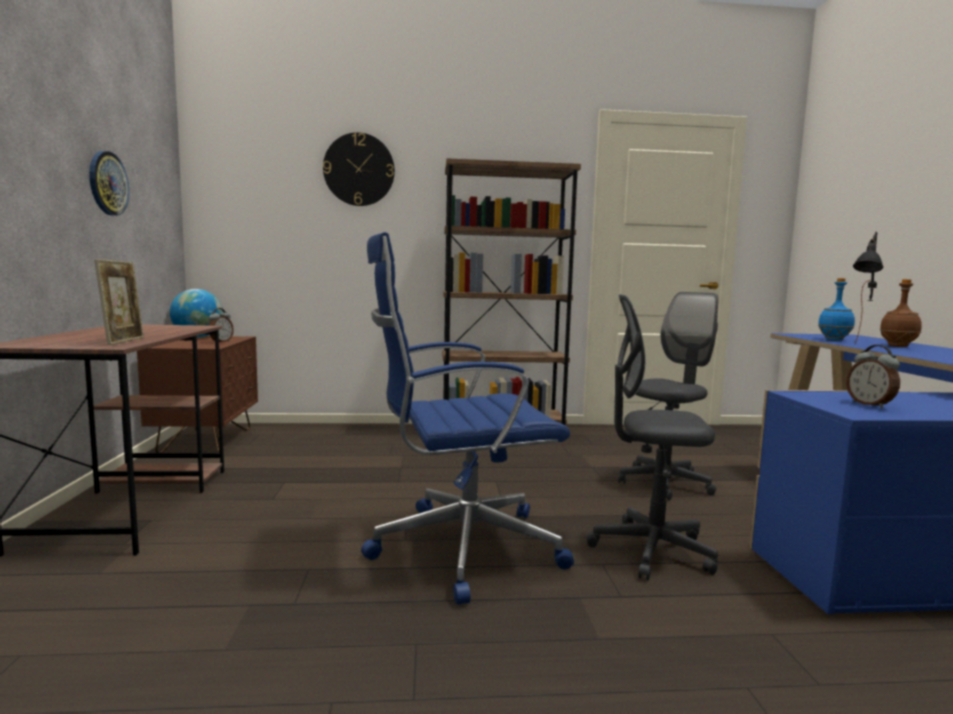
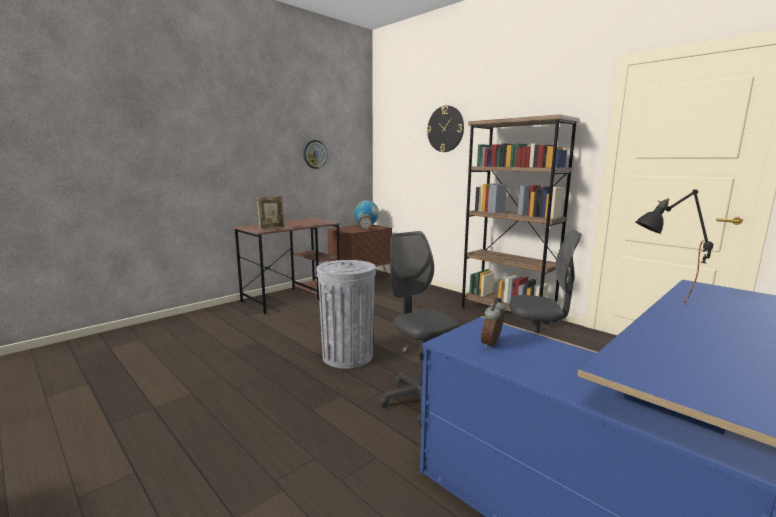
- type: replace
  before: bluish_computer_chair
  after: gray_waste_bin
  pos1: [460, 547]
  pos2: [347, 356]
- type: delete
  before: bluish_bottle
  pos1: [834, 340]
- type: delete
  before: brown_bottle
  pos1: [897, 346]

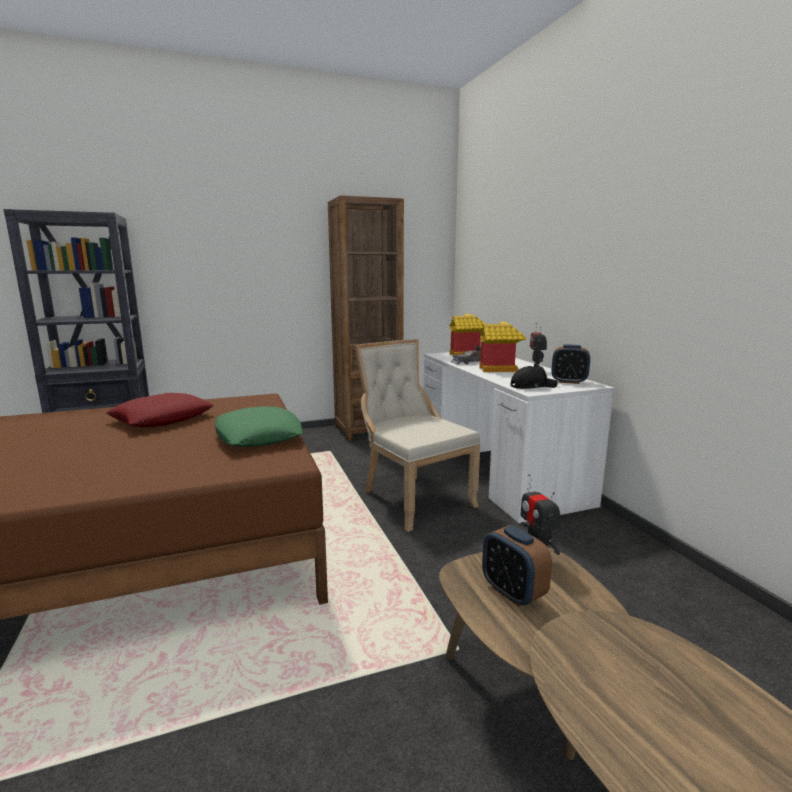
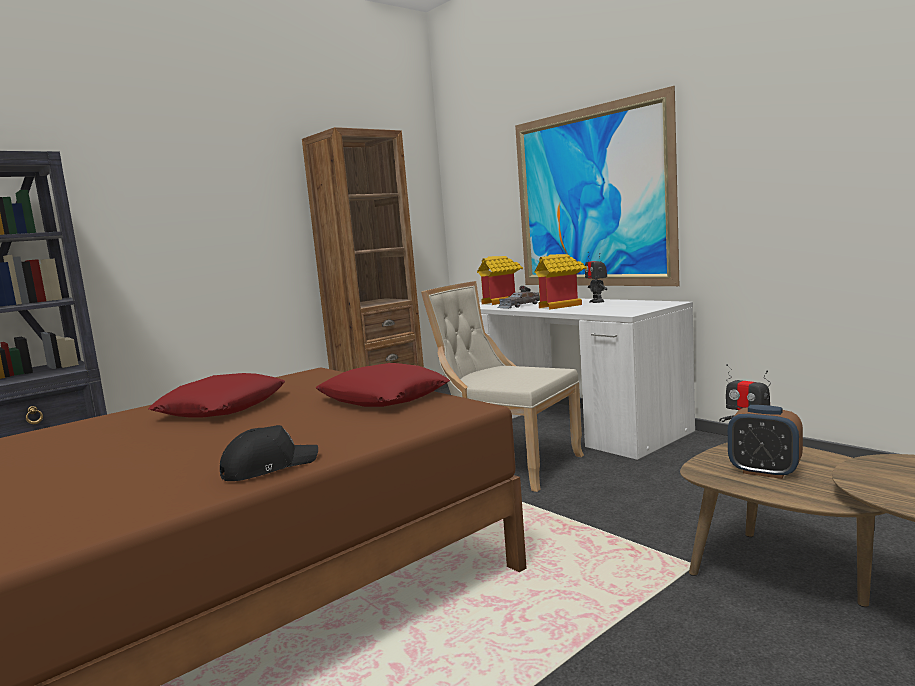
- type: delete
  before: alarm_clock
  pos1: [569, 381]
- type: move
  before: black-coloured_cap
  pos1: [532, 386]
  pos2: [268, 467]
- type: recolor
  before: green_cushion
  after: reddish_cushion
  pos1: [258, 436]
  pos2: [383, 397]
- type: insert
  after: wall_picture
  pos2: [590, 198]

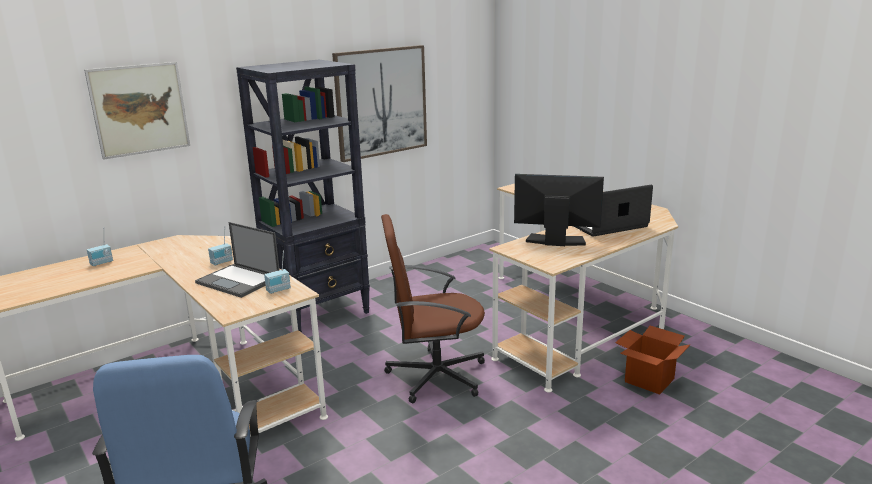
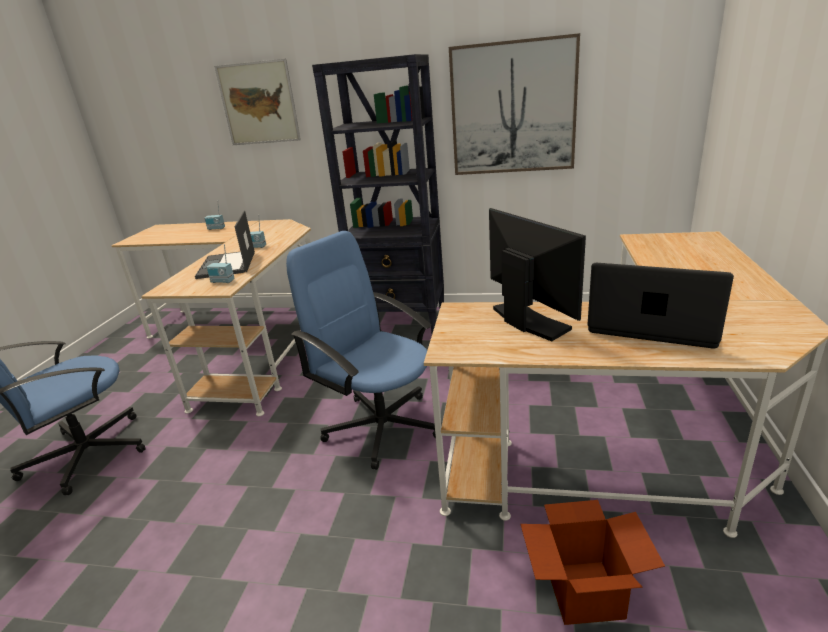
- type: recolor
  before: brown_computer_chair
  after: bluish_computer_chair
  pos1: [435, 375]
  pos2: [381, 426]

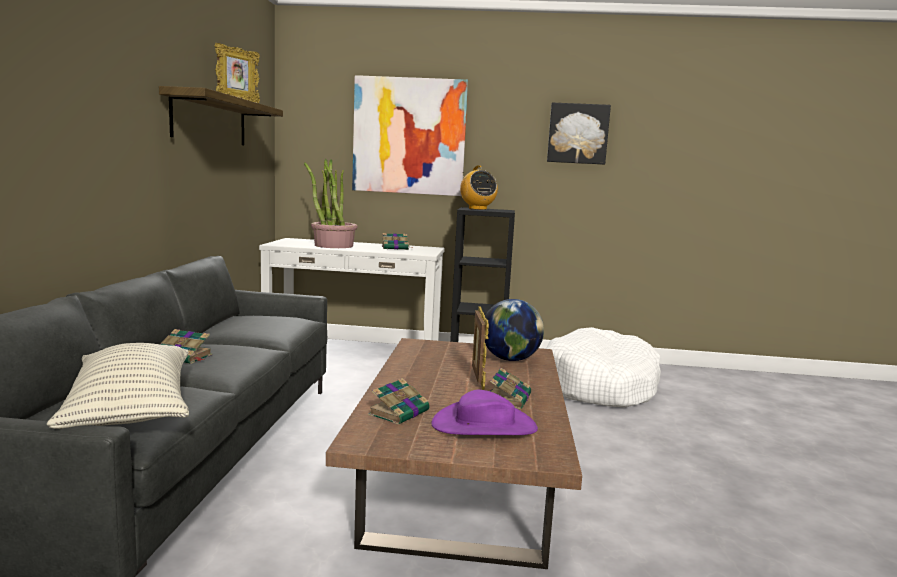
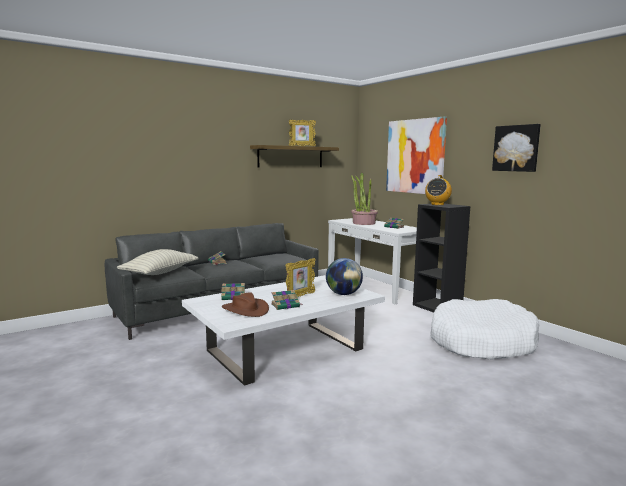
- type: recolor
  before: brown_lounge_table
  after: white_lounge_table
  pos1: [459, 482]
  pos2: [285, 349]
- type: recolor
  before: purple-coloured_hat
  after: brown_hat
  pos1: [484, 426]
  pos2: [245, 309]

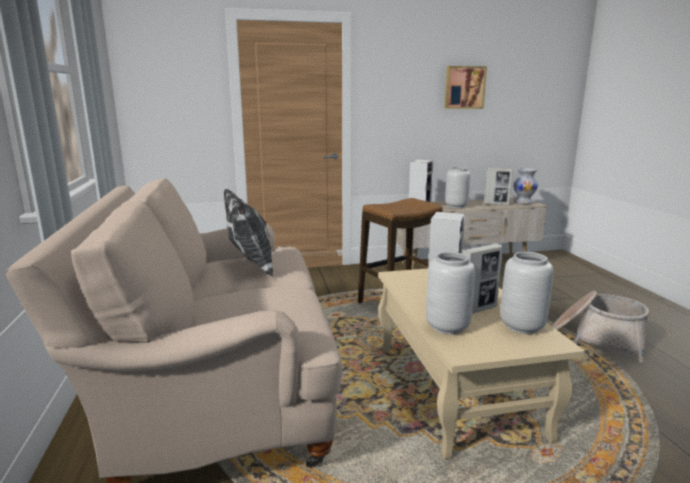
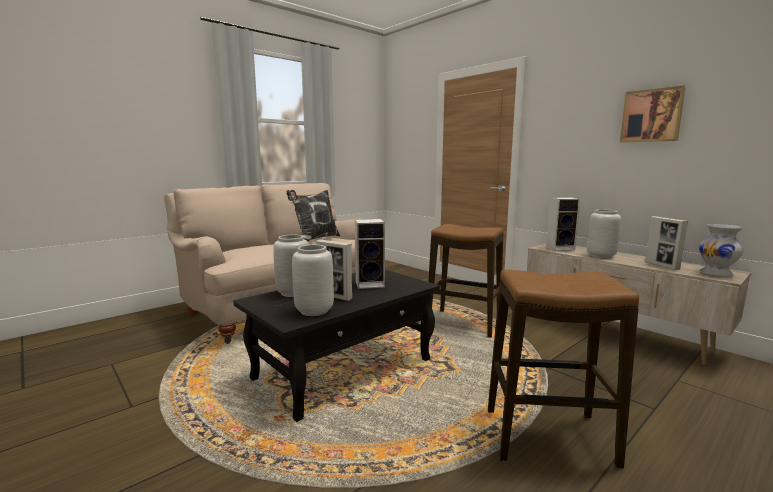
- type: recolor
  before: beige-coloured_lounge_table
  after: black-coloured_lounge_table
  pos1: [455, 389]
  pos2: [345, 369]
- type: replace
  before: storage_basket
  after: stool_seat
  pos1: [598, 338]
  pos2: [548, 437]

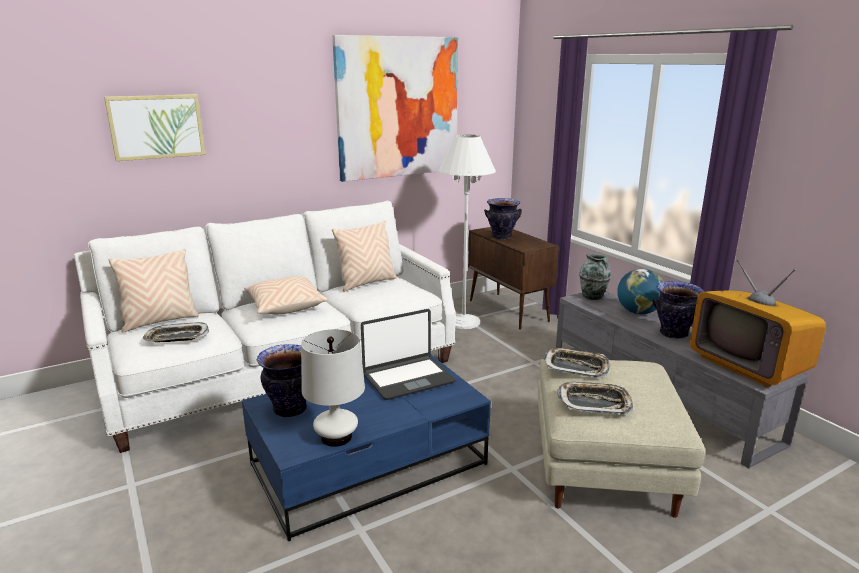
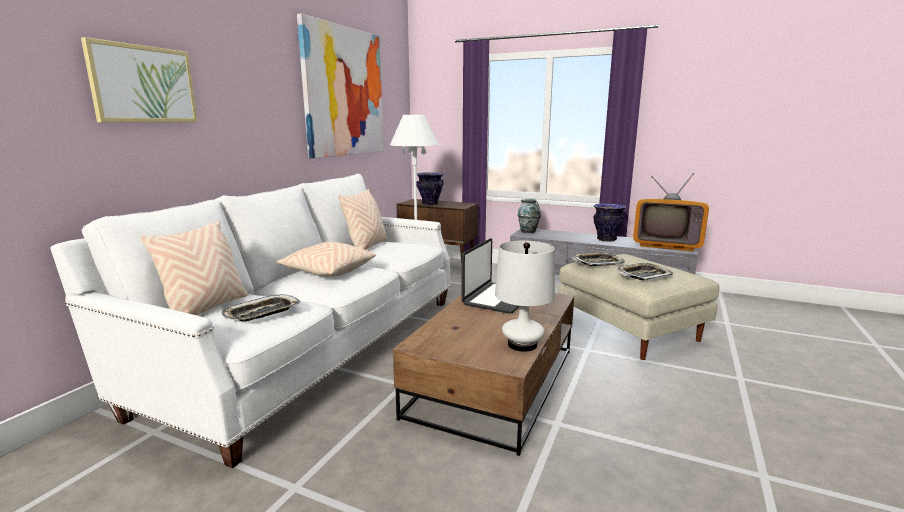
- type: delete
  before: world_globe
  pos1: [638, 312]
- type: delete
  before: flower_vase
  pos1: [290, 409]
- type: recolor
  before: bluish_lounge_table
  after: brown_lounge_table
  pos1: [370, 463]
  pos2: [493, 381]

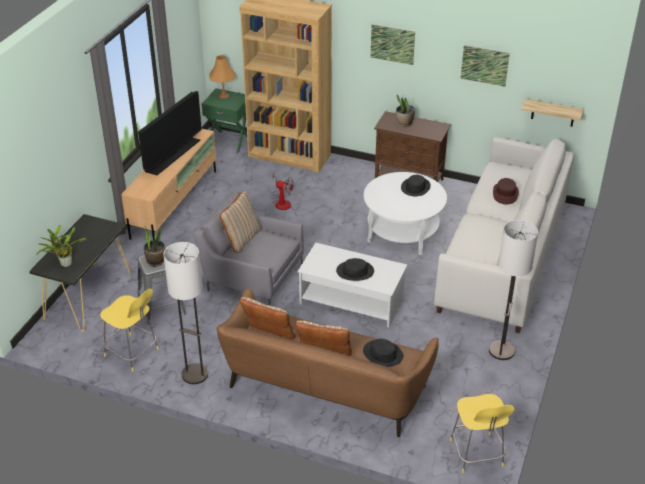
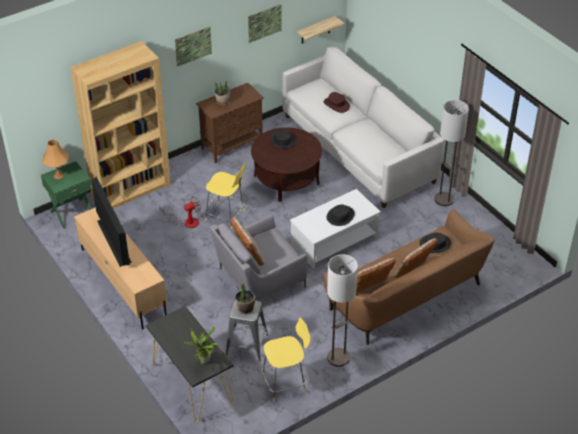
- type: recolor
  before: white_lounge_table
  after: brown_lounge_table
  pos1: [402, 232]
  pos2: [286, 179]
- type: move
  before: yellowish_stool_seat
  pos1: [477, 454]
  pos2: [226, 216]

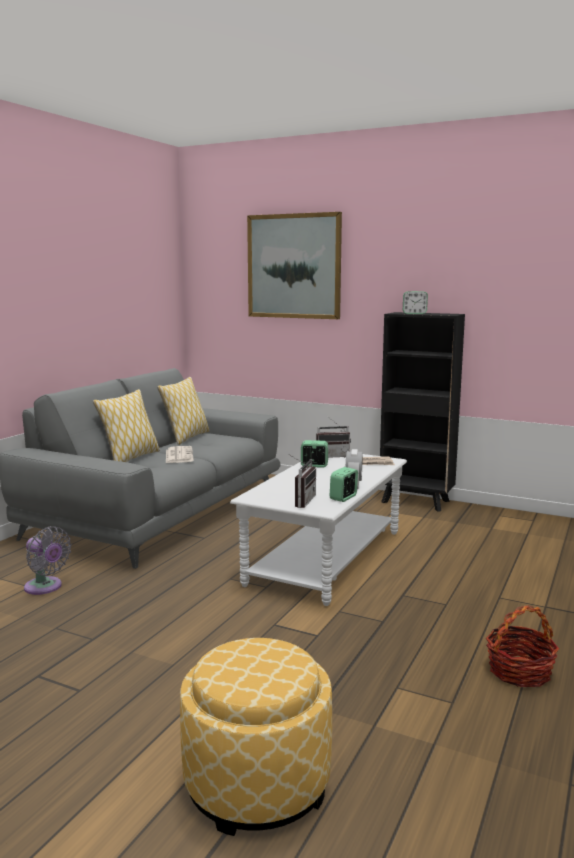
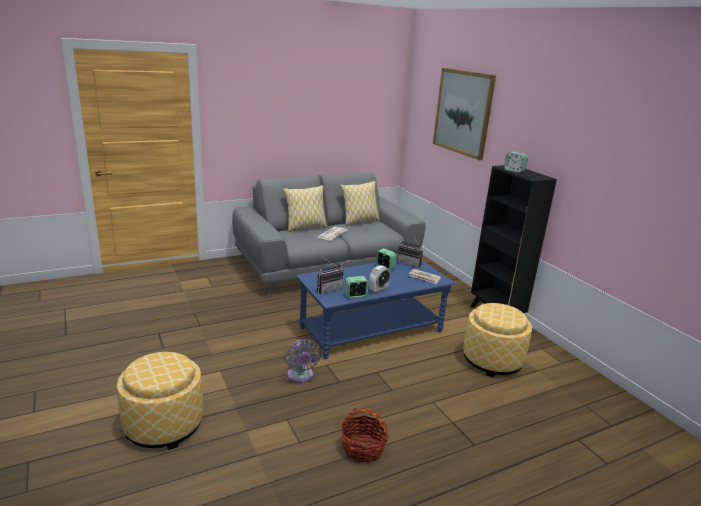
- type: recolor
  before: white_lounge_table
  after: bluish_lounge_table
  pos1: [326, 557]
  pos2: [372, 330]
- type: move
  before: gray_fan
  pos1: [45, 587]
  pos2: [300, 376]
- type: insert
  after: footrest
  pos2: [492, 360]

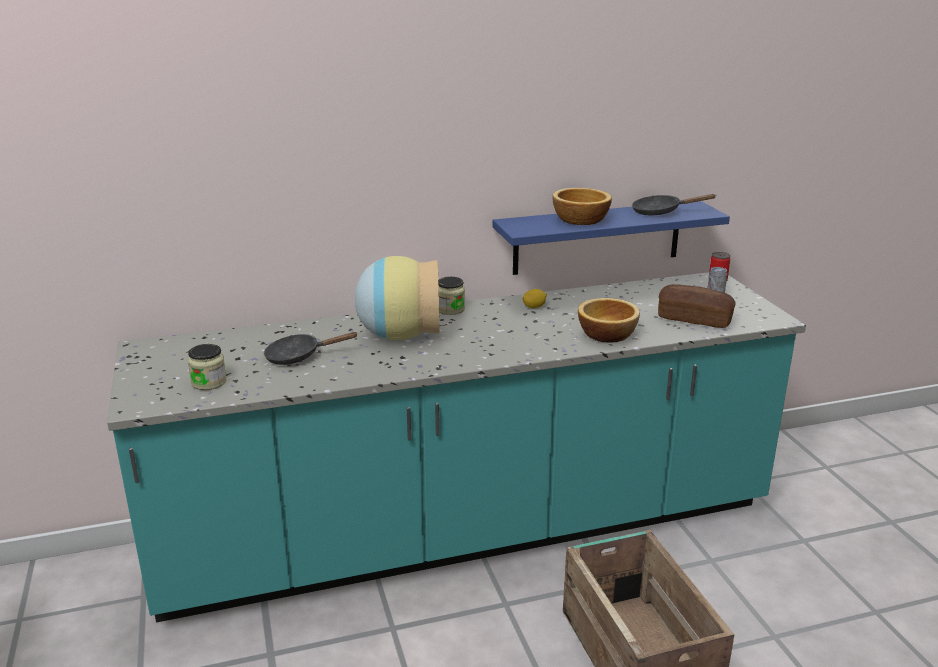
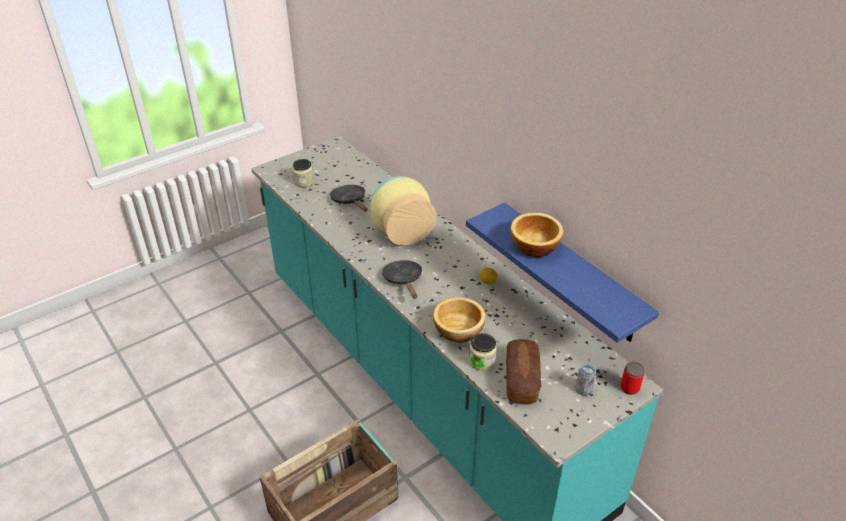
- type: move
  before: black-coloured_skillet
  pos1: [661, 212]
  pos2: [403, 280]
- type: move
  before: storage_jar
  pos1: [450, 309]
  pos2: [482, 361]

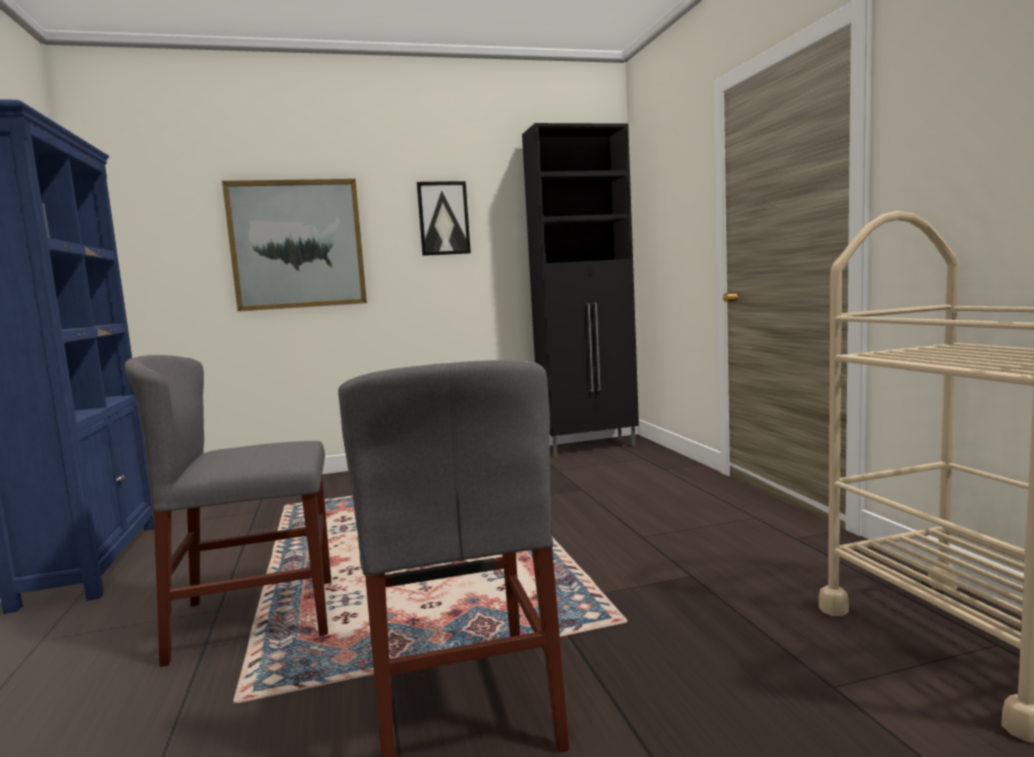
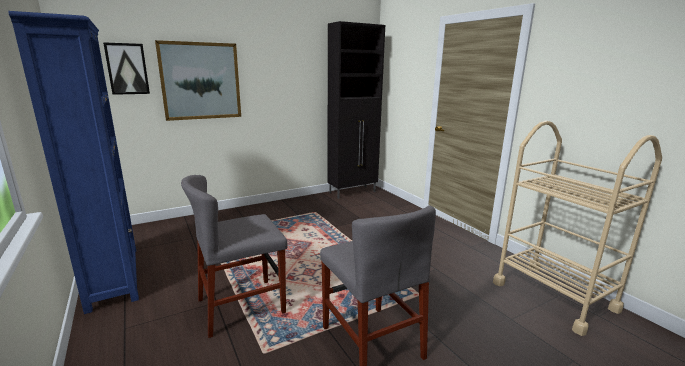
- type: move
  before: wall_picture
  pos1: [443, 218]
  pos2: [127, 69]

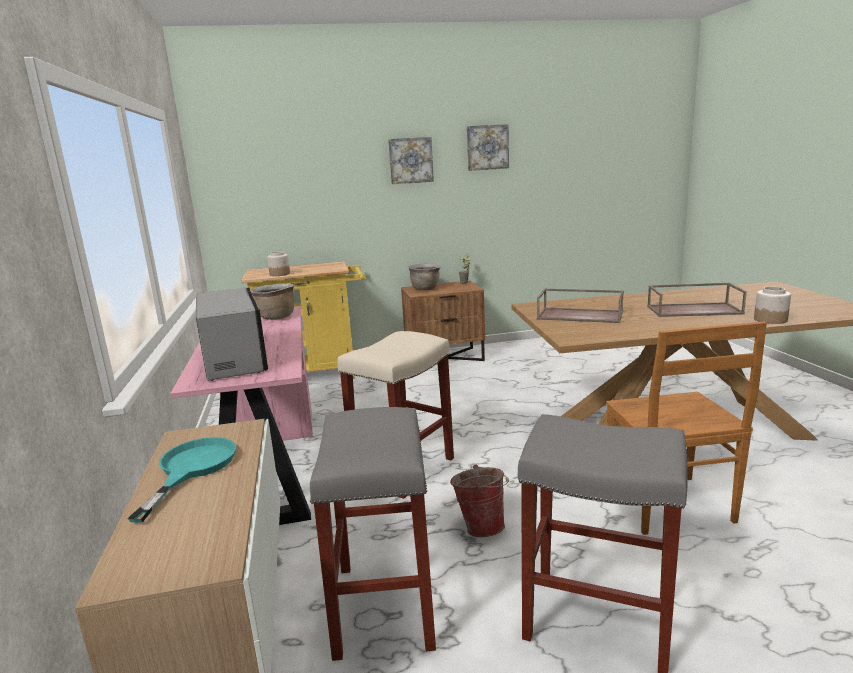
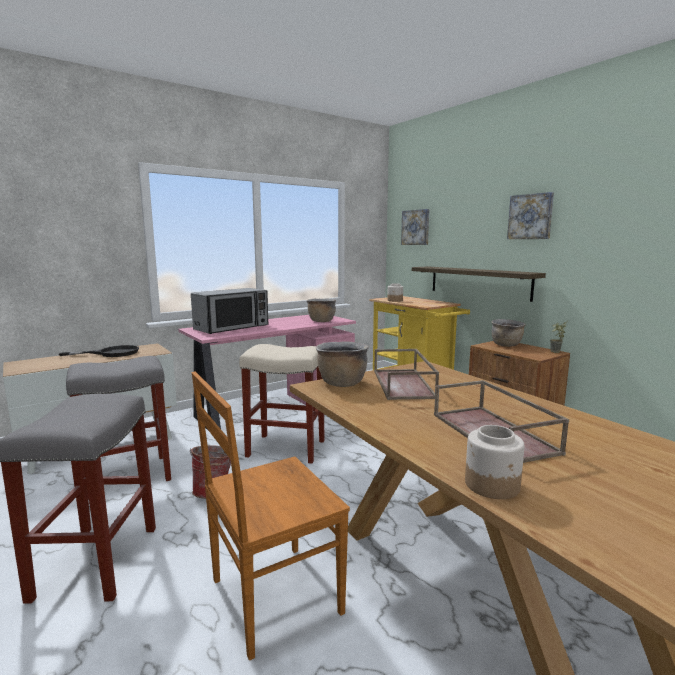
- type: move
  before: wall_picture
  pos1: [487, 147]
  pos2: [416, 227]
- type: recolor
  before: turquoise_skillet
  after: black-coloured_skillet
  pos1: [191, 469]
  pos2: [111, 353]
- type: insert
  after: shelf
  pos2: [478, 282]
- type: insert
  after: brown_stockpot
  pos2: [341, 383]

